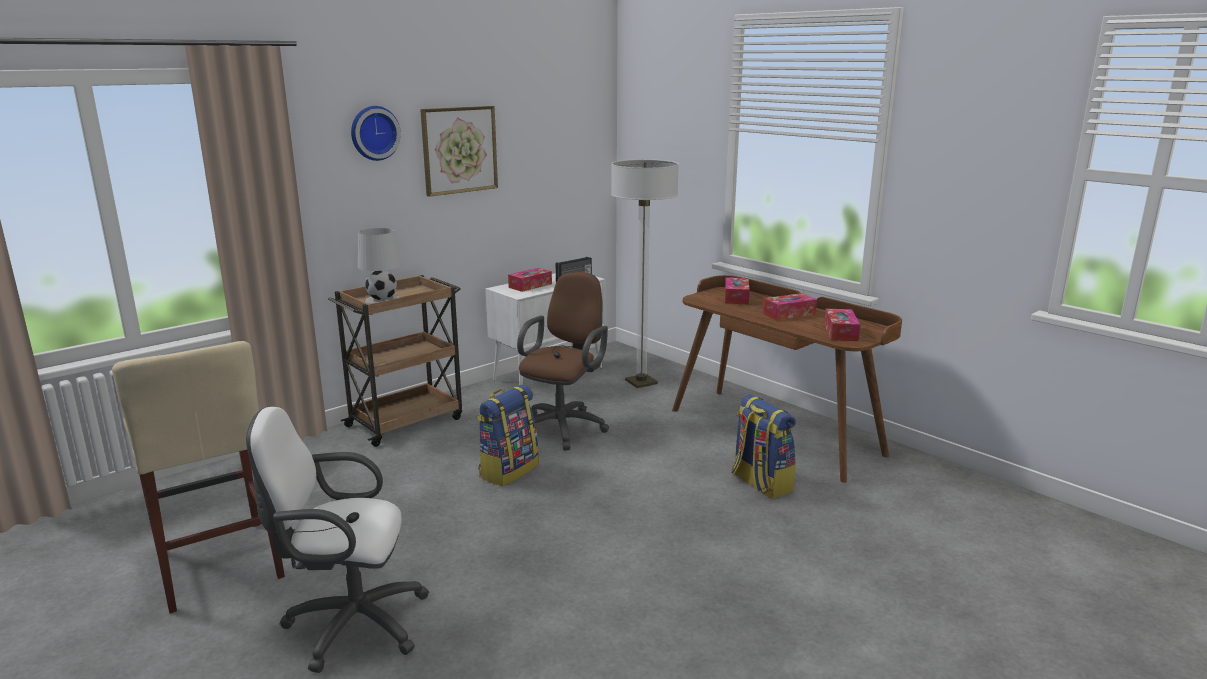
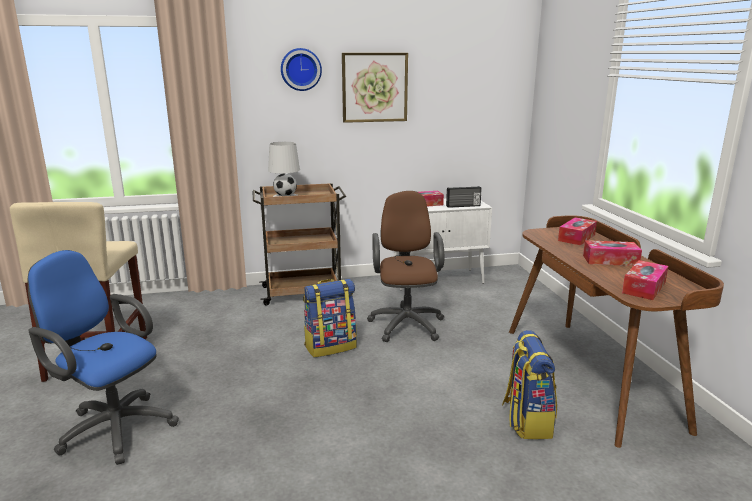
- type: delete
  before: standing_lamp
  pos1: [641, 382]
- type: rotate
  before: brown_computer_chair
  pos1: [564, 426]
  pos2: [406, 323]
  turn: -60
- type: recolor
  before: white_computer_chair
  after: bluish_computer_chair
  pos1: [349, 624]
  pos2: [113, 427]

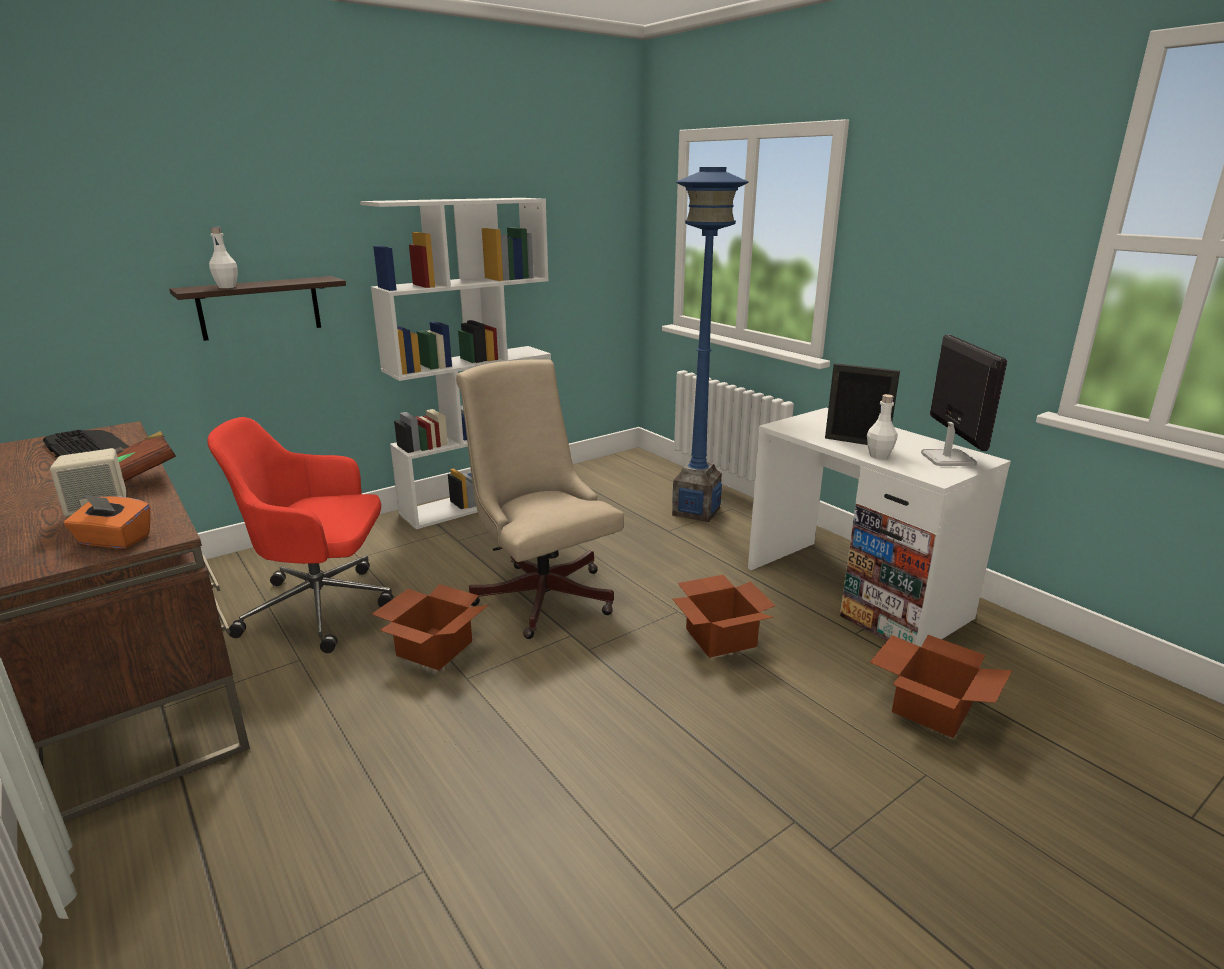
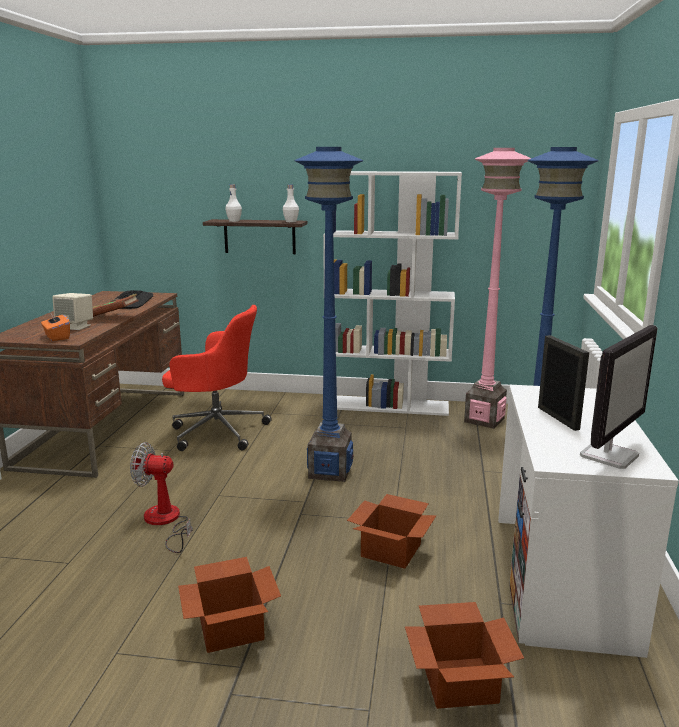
- type: replace
  before: beige-coloured_computer_chair
  after: bluish_standing_lamp
  pos1: [541, 592]
  pos2: [330, 471]
- type: move
  before: white_bottle
  pos1: [879, 456]
  pos2: [291, 221]
- type: rotate
  before: reddish_computer_chair
  pos1: [322, 608]
  pos2: [216, 431]
  turn: 150
- type: move
  before: carton
  pos1: [434, 647]
  pos2: [232, 626]
- type: insert
  after: pinkish_standing_lamp
  pos2: [484, 420]
- type: insert
  after: fan
  pos2: [165, 522]

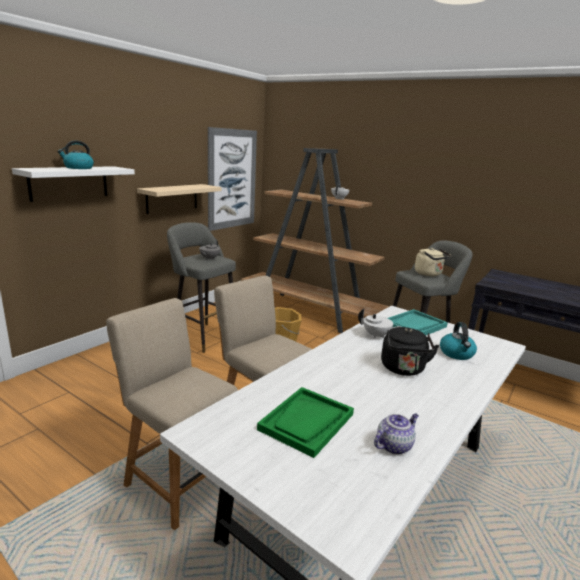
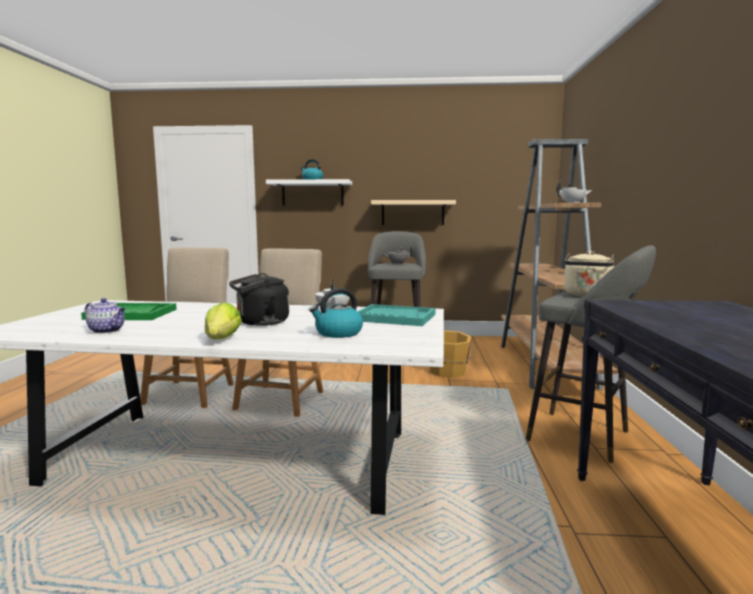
- type: delete
  before: wall_picture
  pos1: [232, 179]
- type: insert
  after: lettuce_head
  pos2: [222, 339]

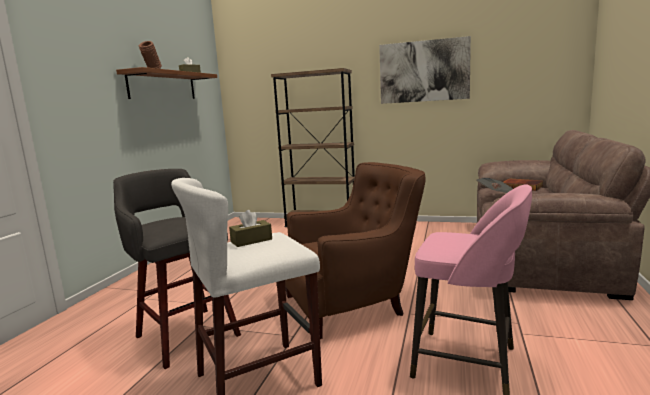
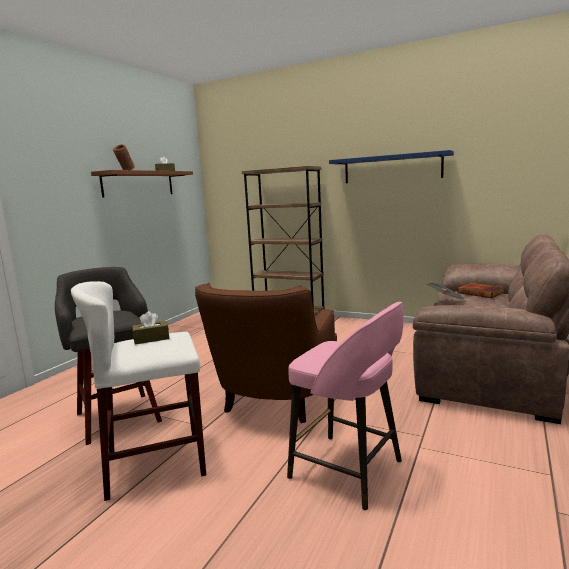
- type: replace
  before: wall_picture
  after: bluish_shelf
  pos1: [424, 71]
  pos2: [392, 168]
- type: rotate
  before: brown_lounge_chair
  pos1: [352, 303]
  pos2: [274, 401]
  turn: 120

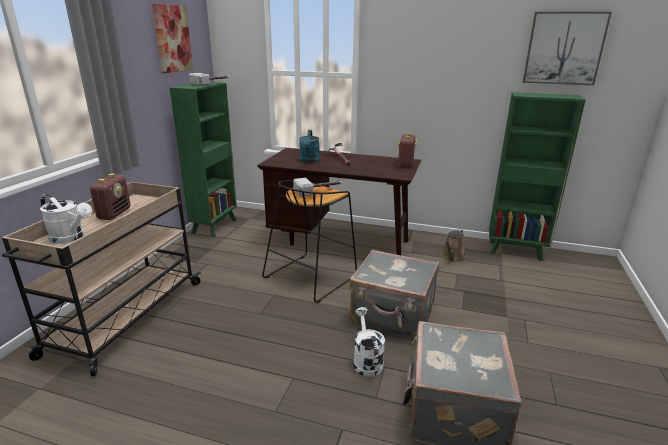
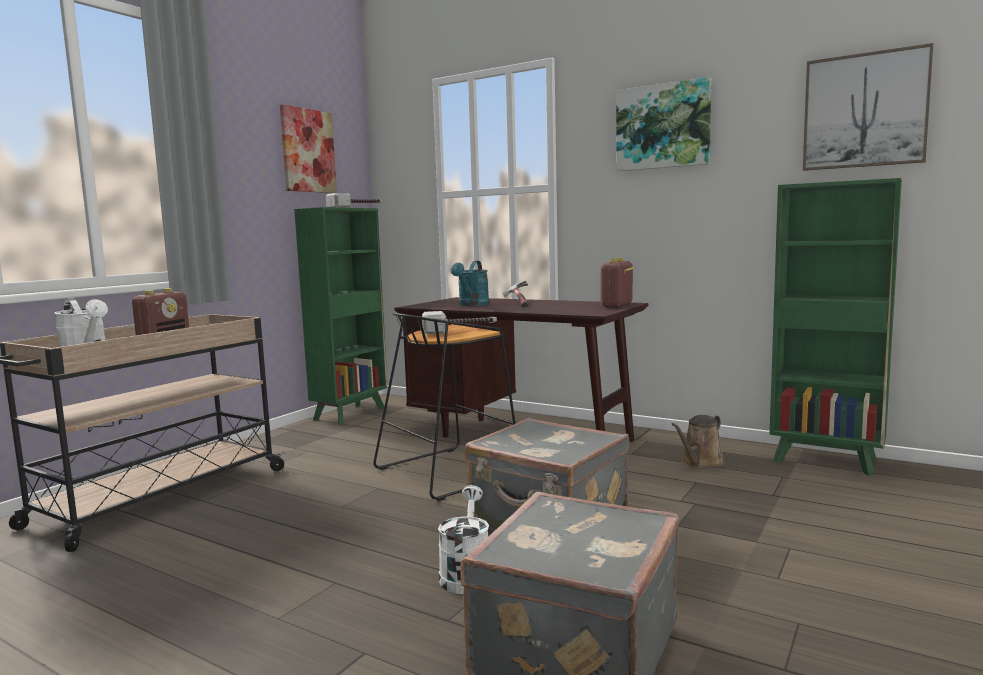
- type: insert
  after: wall_picture
  pos2: [663, 126]

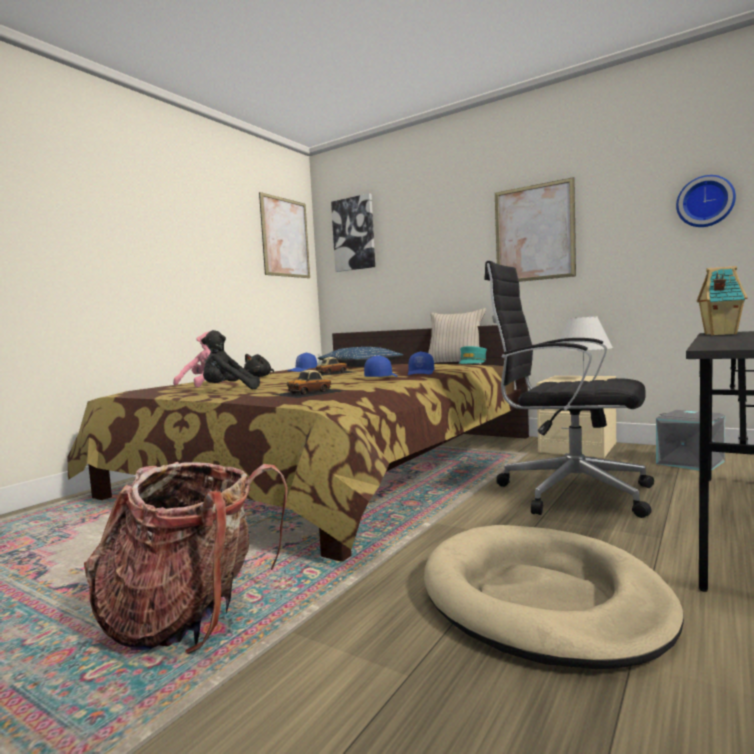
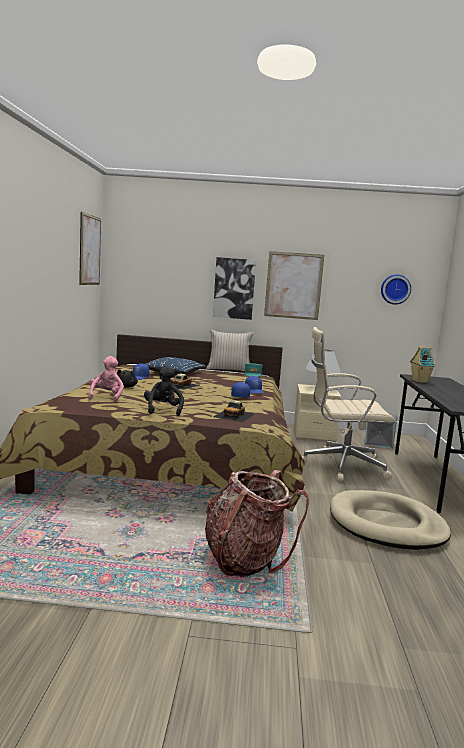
- type: move
  before: wall_picture
  pos1: [354, 234]
  pos2: [234, 288]
- type: recolor
  before: black-coloured_computer_chair
  after: beige-coloured_computer_chair
  pos1: [569, 492]
  pos2: [340, 466]
- type: rotate
  before: black-coloured_plush_toy
  pos1: [229, 391]
  pos2: [163, 410]
  turn: 120

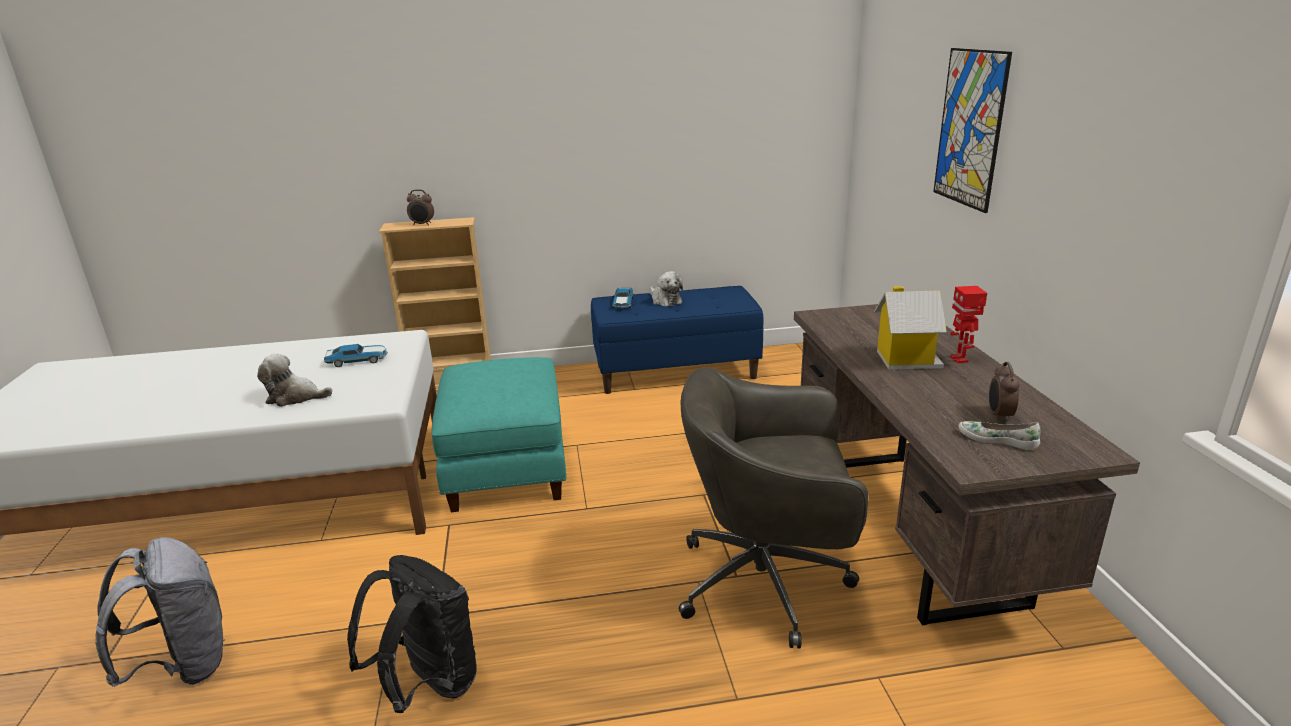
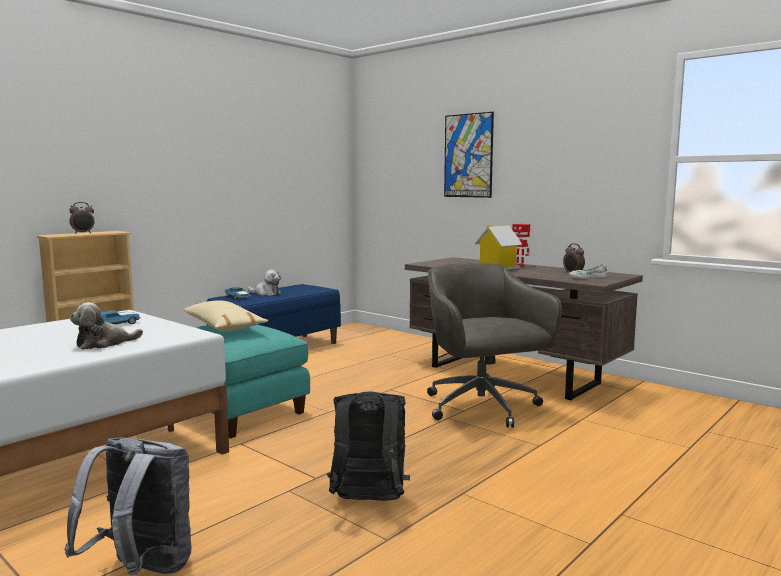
- type: rotate
  before: gray_computer_chair
  pos1: [767, 582]
  pos2: [483, 408]
  turn: 105
- type: insert
  after: beige-coloured_cushion
  pos2: [223, 326]

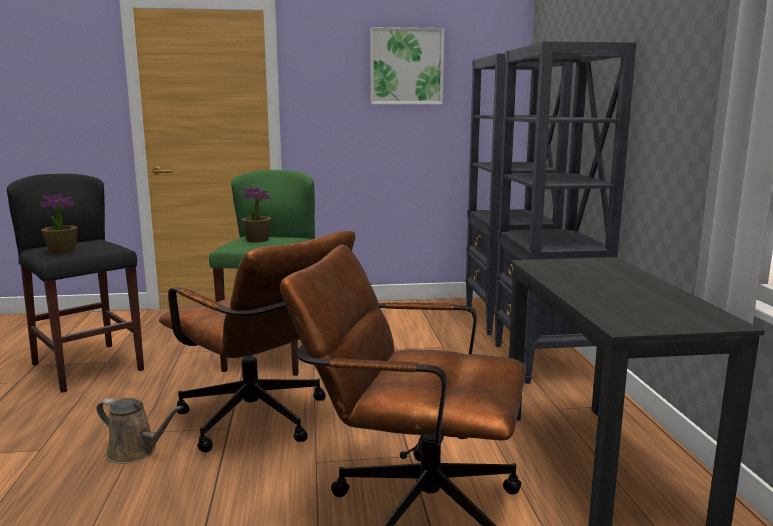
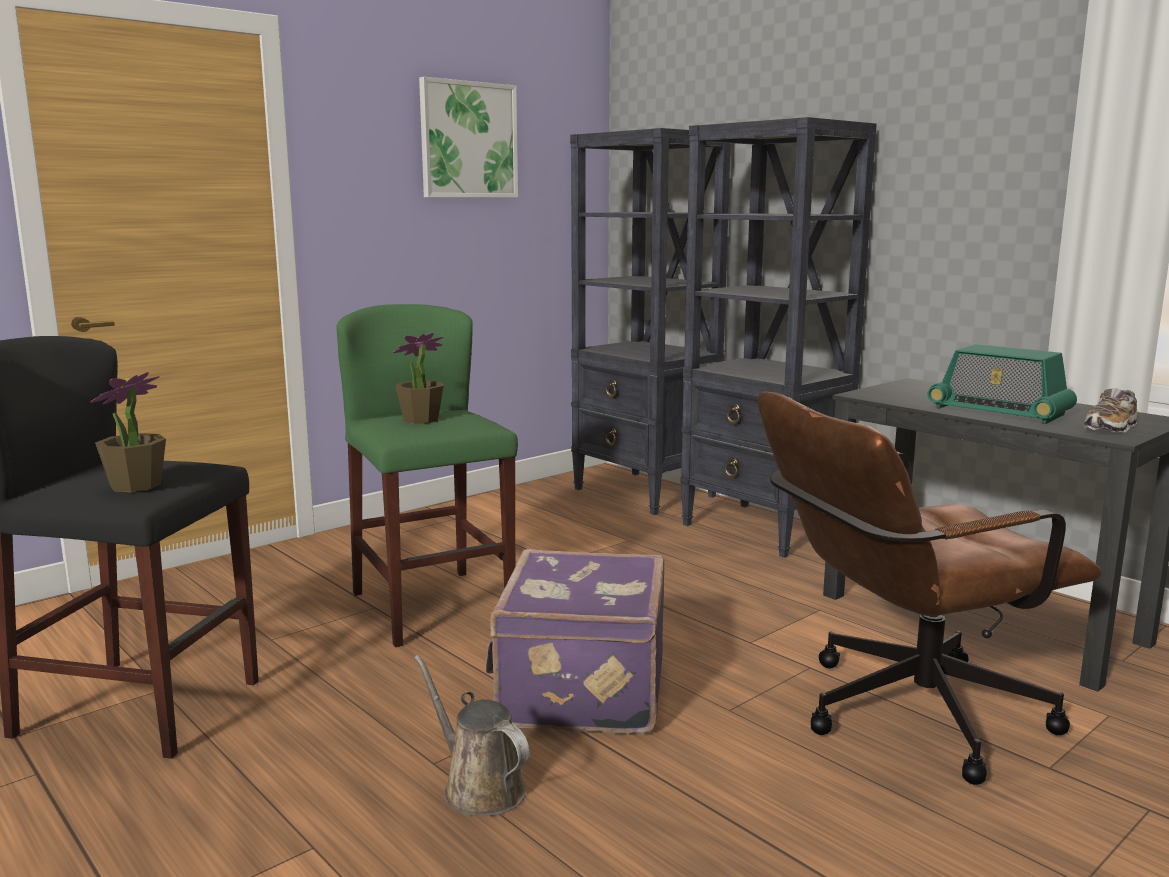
- type: replace
  before: brown_computer_chair
  after: purple-coloured_suitcase
  pos1: [261, 422]
  pos2: [579, 690]
- type: rotate
  before: brown_watering_can
  pos1: [136, 452]
  pos2: [479, 787]
  turn: -120
- type: insert
  after: radio_set
  pos2: [999, 411]
- type: insert
  after: item_of_footwear
  pos2: [1110, 428]

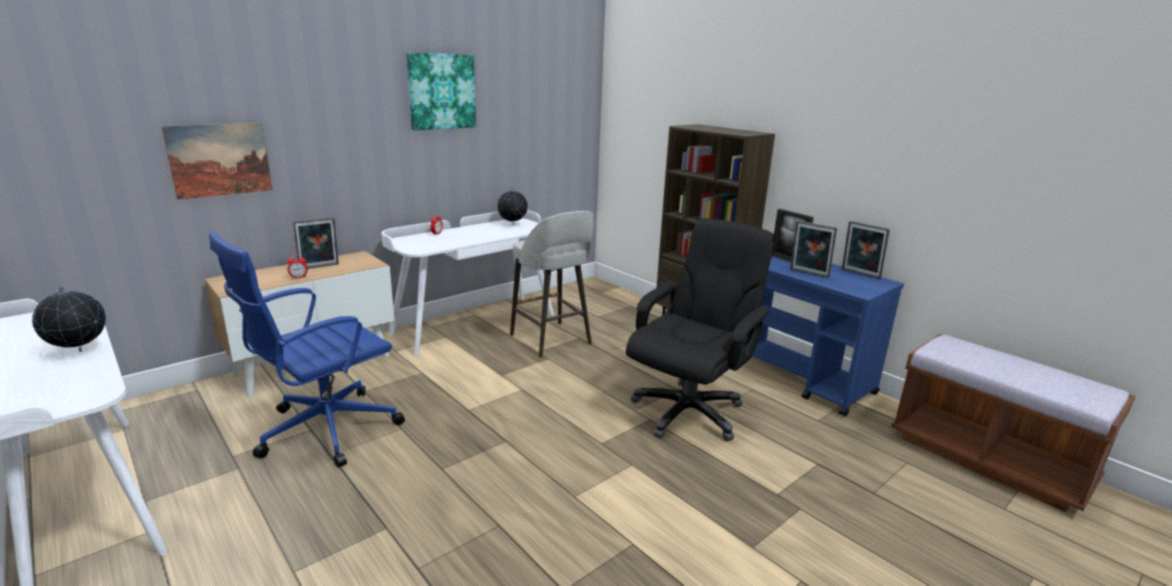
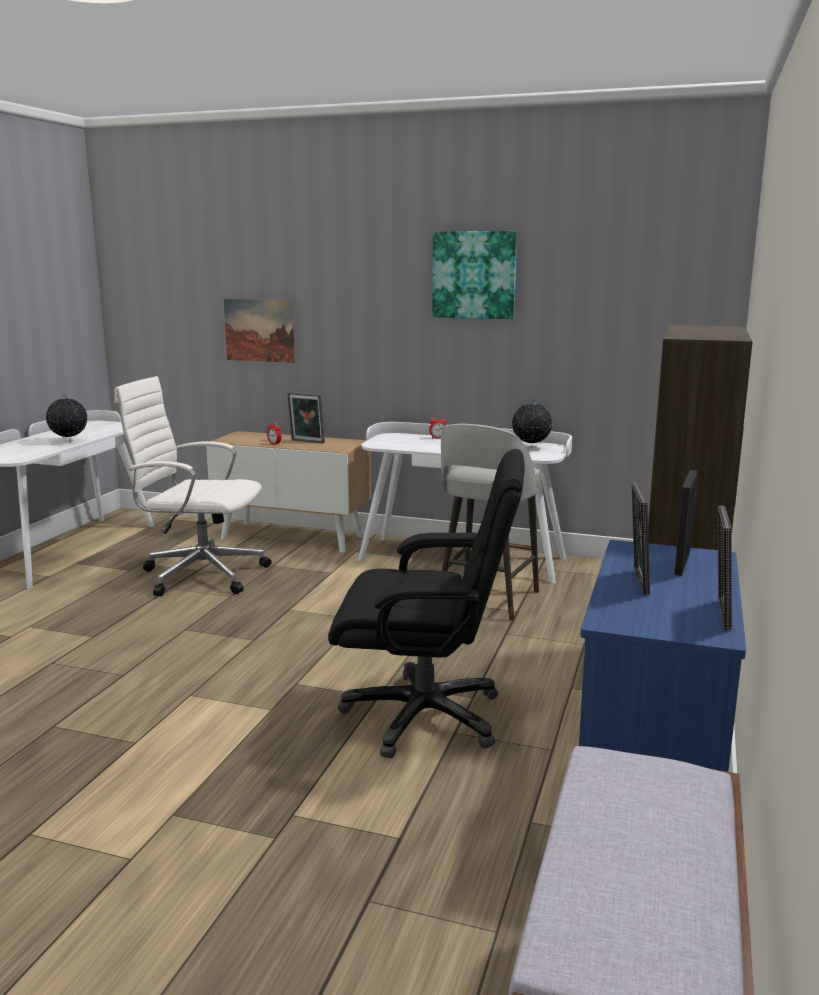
- type: recolor
  before: bluish_computer_chair
  after: white_computer_chair
  pos1: [324, 430]
  pos2: [200, 574]

